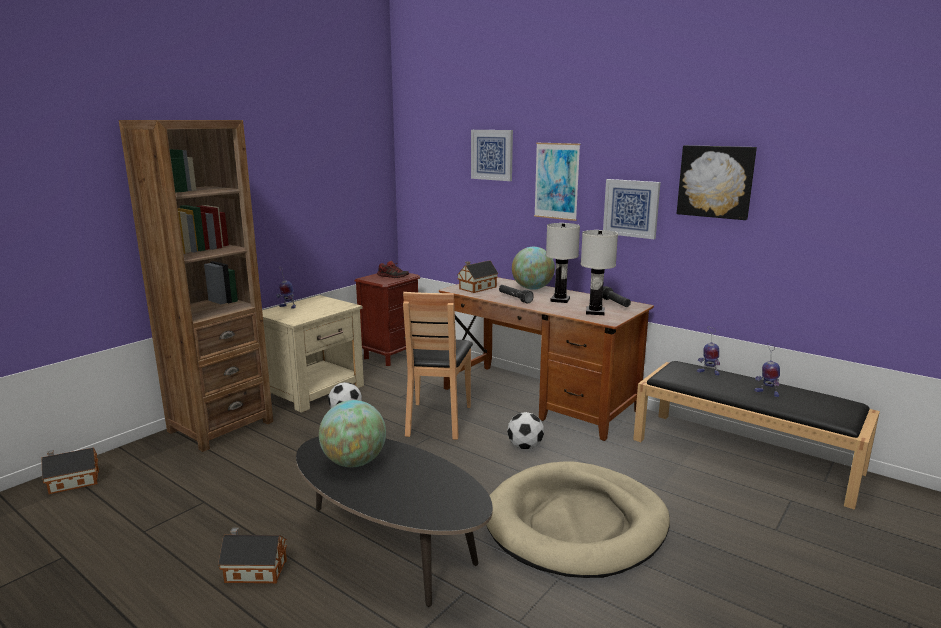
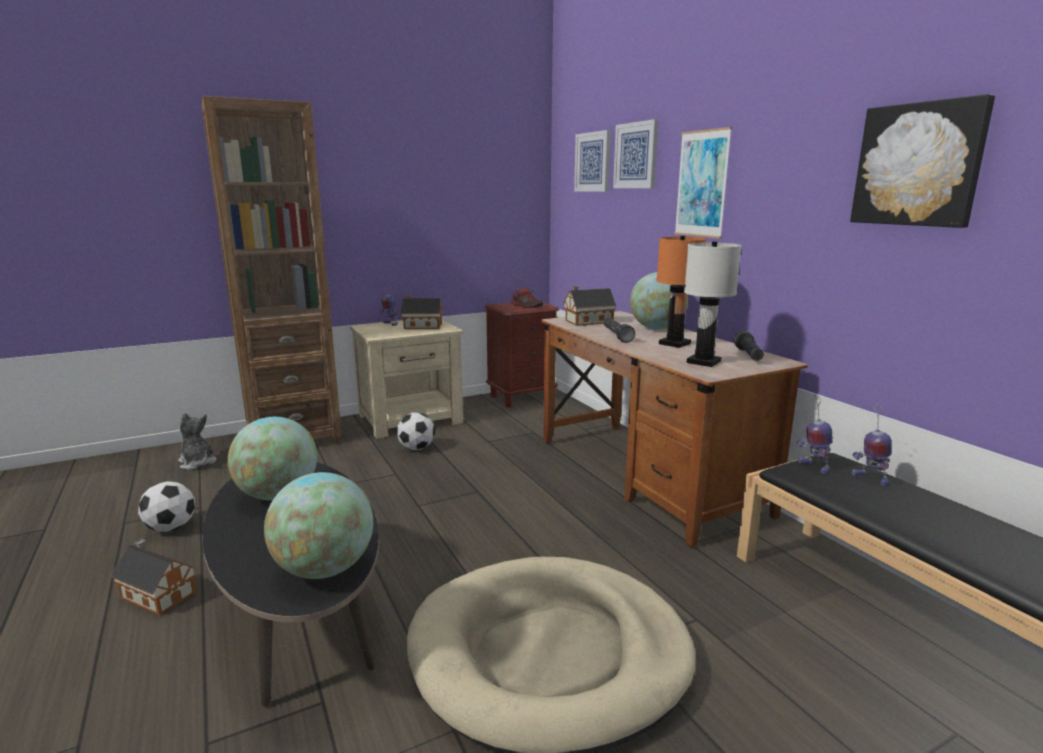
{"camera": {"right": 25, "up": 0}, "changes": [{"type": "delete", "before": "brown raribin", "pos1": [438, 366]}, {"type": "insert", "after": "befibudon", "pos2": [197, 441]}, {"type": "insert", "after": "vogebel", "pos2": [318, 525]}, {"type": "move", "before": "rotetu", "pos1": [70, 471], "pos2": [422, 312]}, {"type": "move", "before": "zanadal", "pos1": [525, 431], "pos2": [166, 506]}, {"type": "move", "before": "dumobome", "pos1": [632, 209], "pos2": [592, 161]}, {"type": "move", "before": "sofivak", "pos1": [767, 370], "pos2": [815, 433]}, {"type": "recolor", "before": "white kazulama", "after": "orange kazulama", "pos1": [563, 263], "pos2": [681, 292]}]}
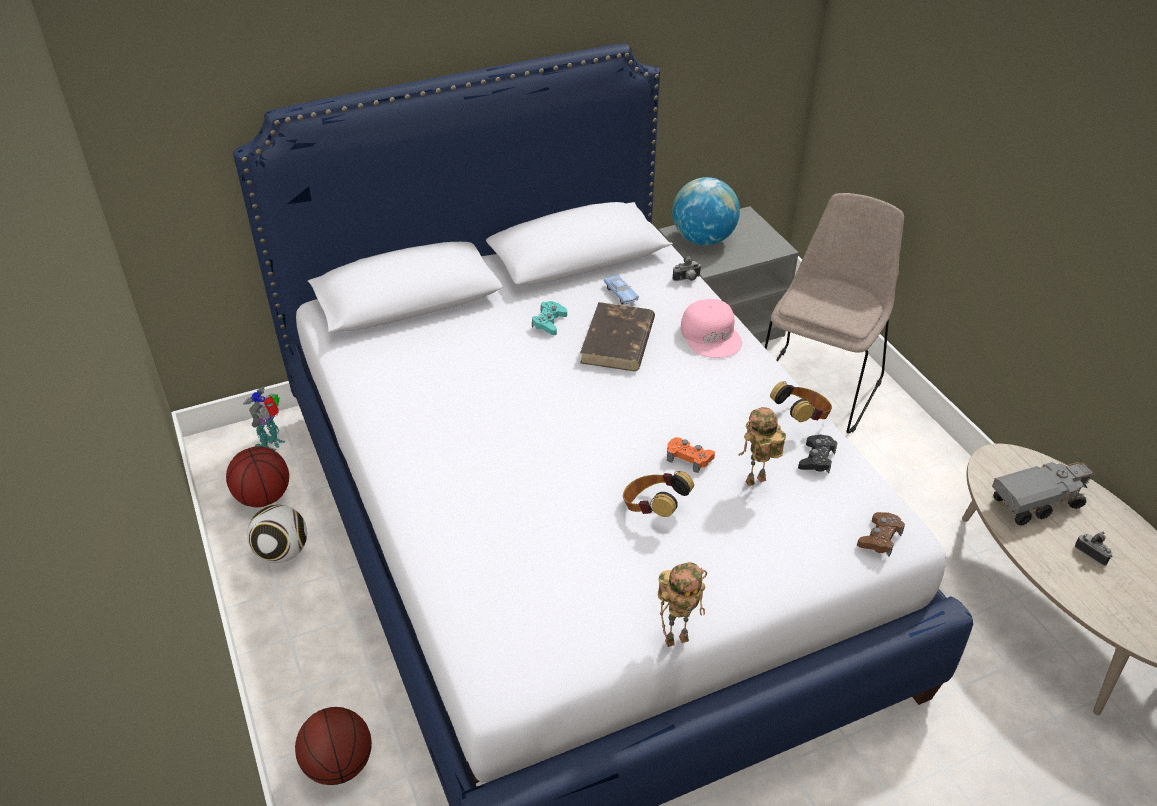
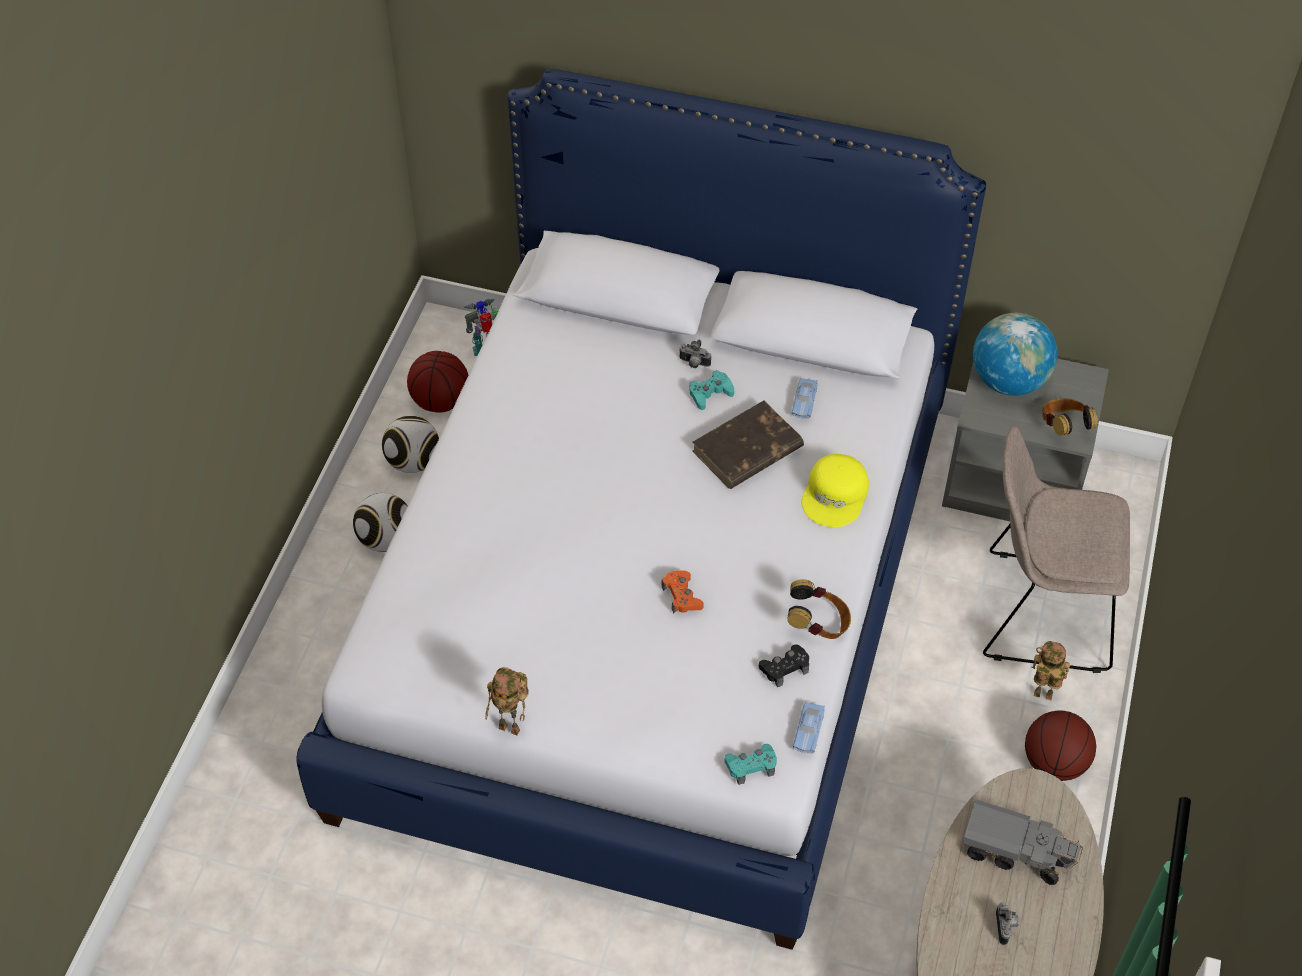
{"camera": {"right": 40, "up": 10}, "changes": [{"type": "insert", "after": "zanadal", "pos2": [380, 522]}, {"type": "insert", "after": "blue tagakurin", "pos2": [809, 727]}, {"type": "move", "before": "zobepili", "pos1": [333, 746], "pos2": [1060, 745]}, {"type": "move", "before": "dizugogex", "pos1": [658, 494], "pos2": [1070, 416]}, {"type": "move", "before": "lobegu", "pos1": [686, 268], "pos2": [695, 354]}, {"type": "move", "before": "sofivak", "pos1": [762, 446], "pos2": [1050, 670]}, {"type": "recolor", "before": "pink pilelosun", "after": "yellow pilelosun", "pos1": [711, 328], "pos2": [835, 490]}, {"type": "recolor", "before": "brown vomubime", "after": "turquoise vomubime", "pos1": [881, 534], "pos2": [751, 764]}, {"type": "rotate", "before": "beige raribin", "pos1": [834, 313], "pos2": [1056, 549], "turn": -150}]}
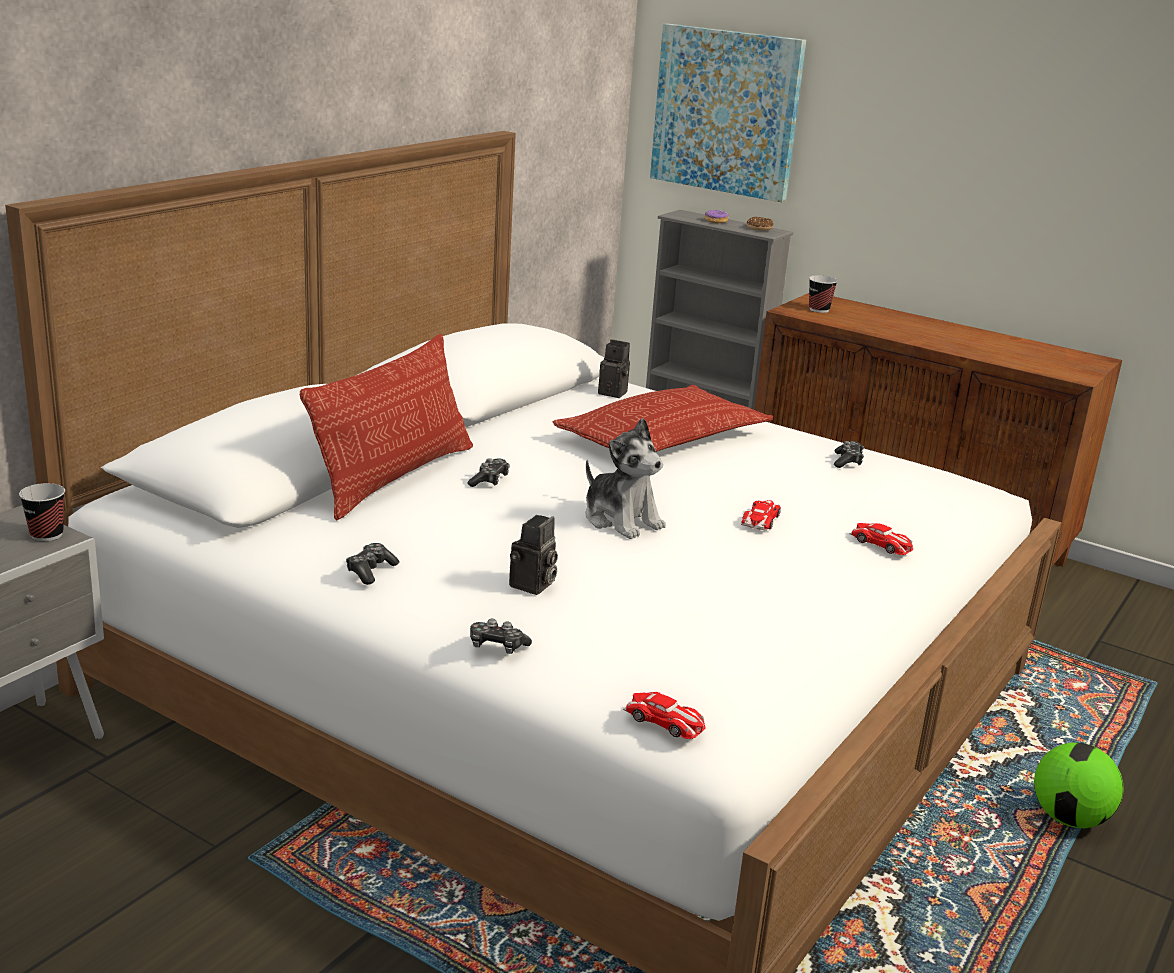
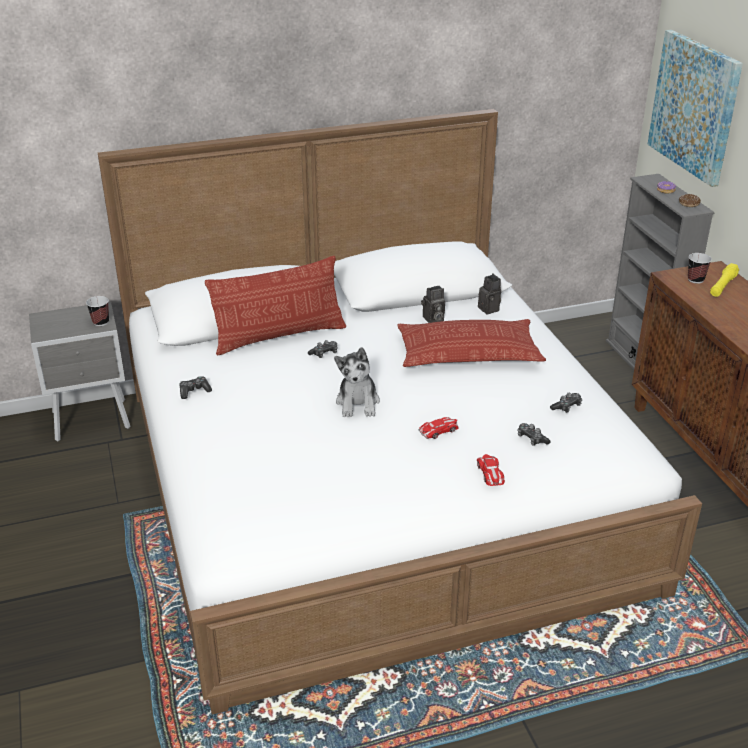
{"camera": {"right": 40, "up": 10}, "changes": [{"type": "delete", "before": "tagakurin", "pos1": [664, 715]}, {"type": "delete", "before": "zanadal", "pos1": [1079, 785]}, {"type": "insert", "after": "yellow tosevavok", "pos2": [724, 280]}, {"type": "move", "before": "vomubime", "pos1": [501, 636], "pos2": [534, 434]}, {"type": "move", "before": "lobegu", "pos1": [533, 555], "pos2": [433, 304]}]}
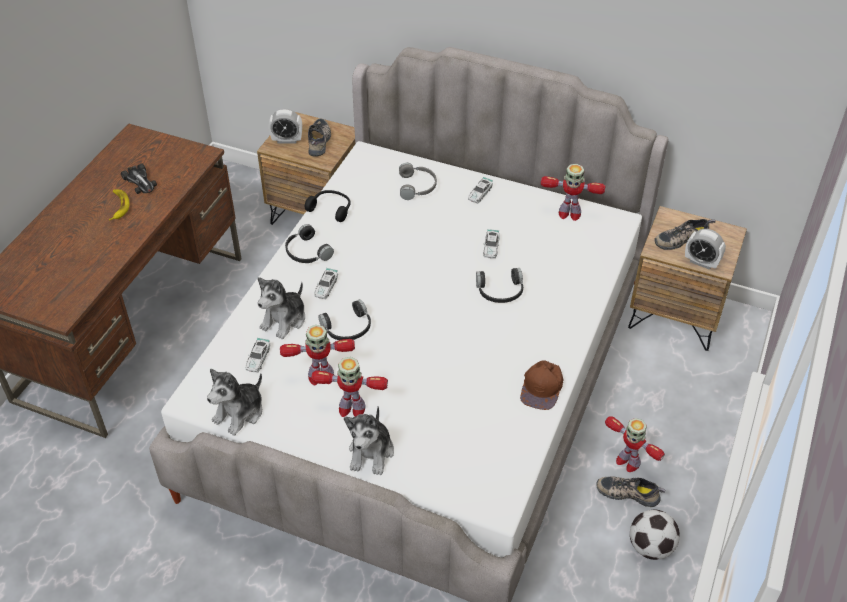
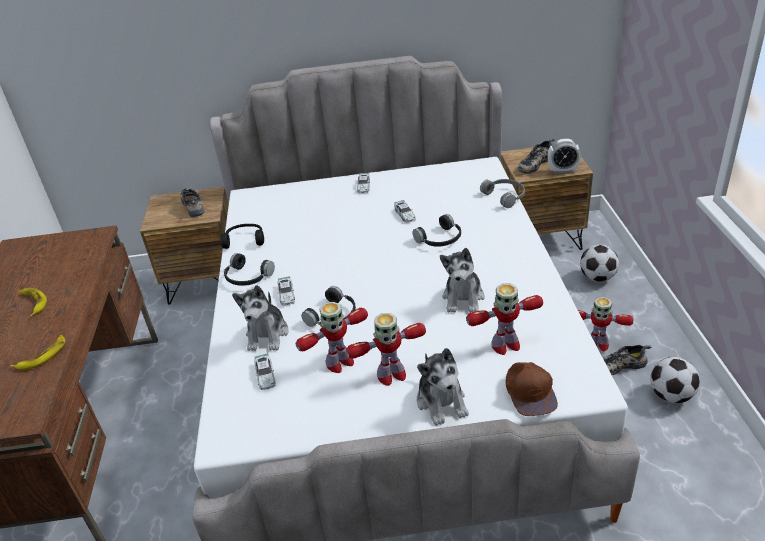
{"camera": {"right": -25, "up": -10}, "changes": [{"type": "delete", "before": "tagakurin", "pos1": [139, 178]}, {"type": "delete", "before": "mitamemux", "pos1": [285, 126]}, {"type": "insert", "after": "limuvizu", "pos2": [37, 352]}, {"type": "insert", "after": "zanadal", "pos2": [599, 263]}, {"type": "move", "before": "befibudon", "pos1": [234, 402], "pos2": [462, 280]}, {"type": "move", "before": "grey dizugogex", "pos1": [418, 181], "pos2": [502, 193]}, {"type": "move", "before": "brown pilelosun", "pos1": [541, 385], "pos2": [532, 389]}, {"type": "move", "before": "sofivak", "pos1": [573, 192], "pos2": [504, 319]}]}
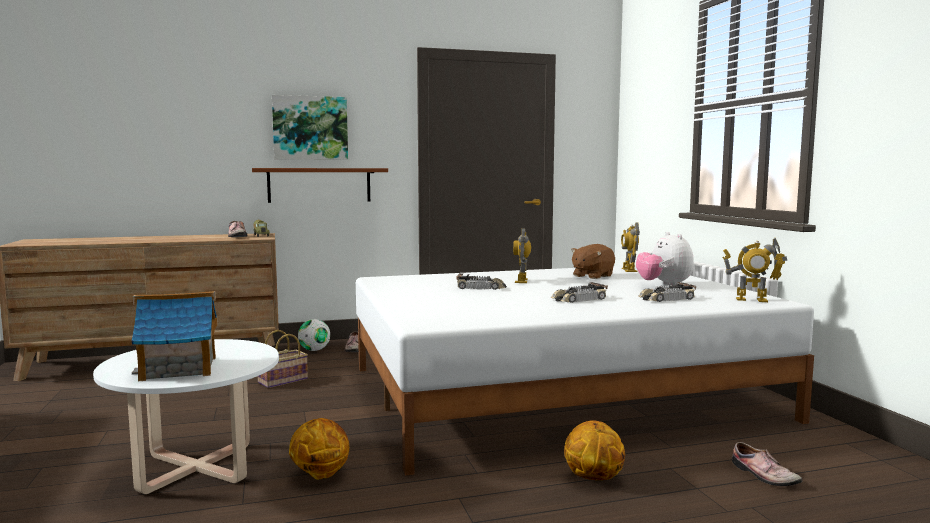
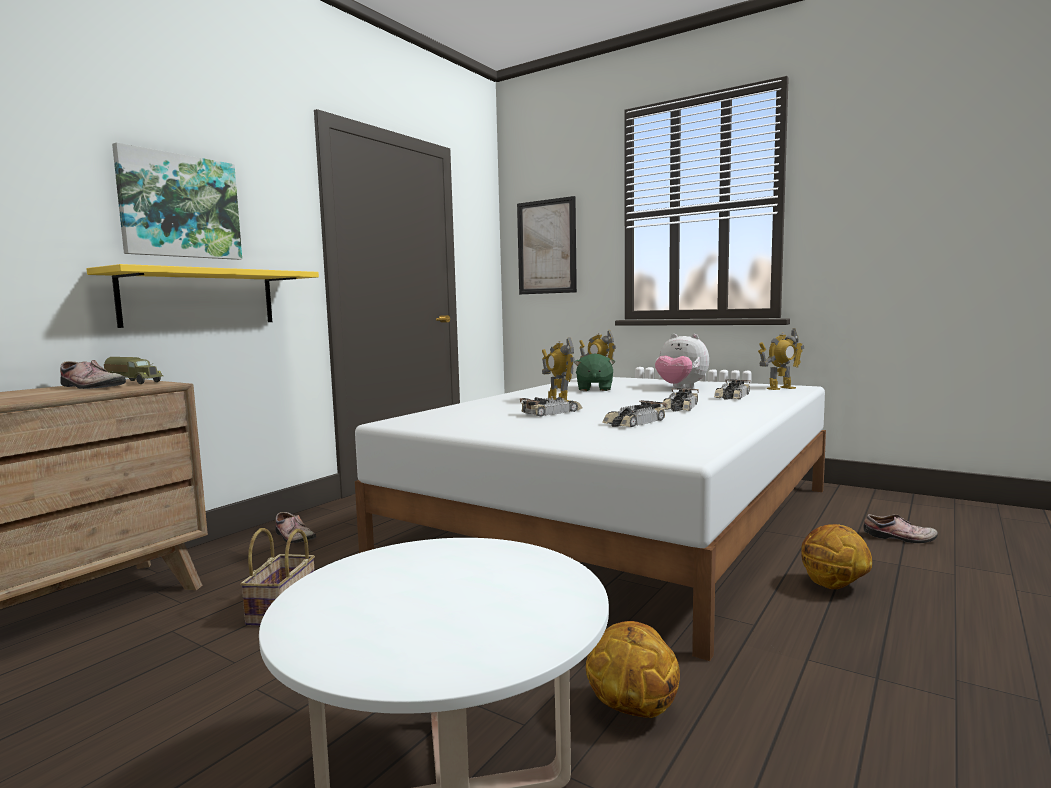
{"camera": {"right": -40, "up": 0}, "changes": [{"type": "delete", "before": "rotetu", "pos1": [175, 336]}, {"type": "delete", "before": "zanadal", "pos1": [314, 335]}, {"type": "insert", "after": "dumobome", "pos2": [547, 245]}, {"type": "insert", "after": "tagakurin", "pos2": [634, 413]}, {"type": "recolor", "before": "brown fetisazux", "after": "yellow fetisazux", "pos1": [320, 185], "pos2": [203, 296]}, {"type": "recolor", "before": "brown befibudon", "after": "green befibudon", "pos1": [593, 261], "pos2": [594, 372]}]}
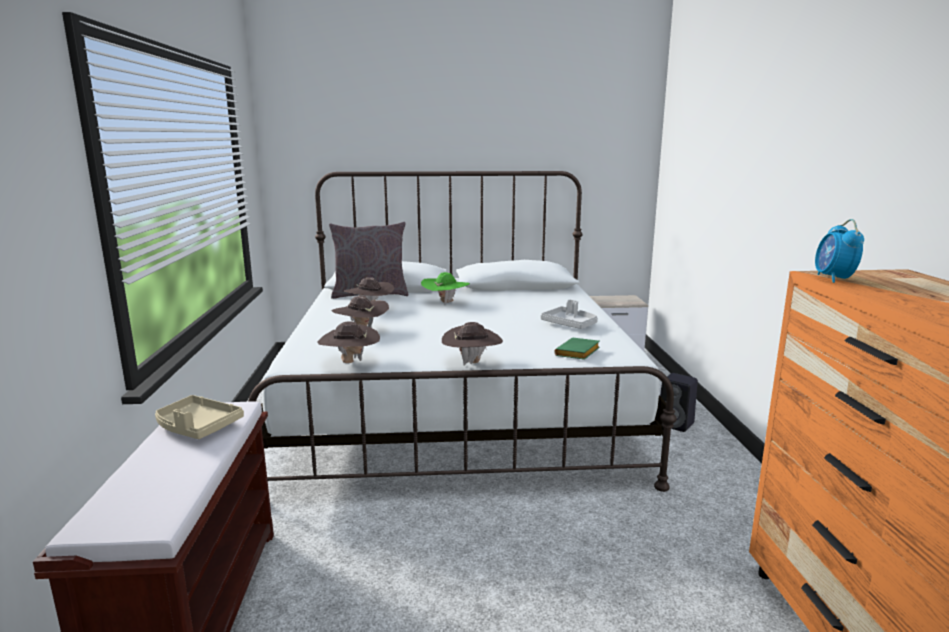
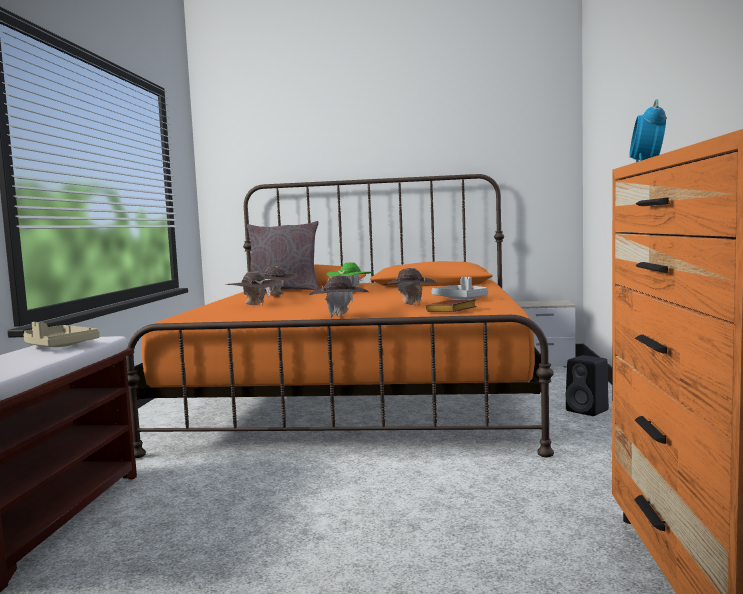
{"camera": {"right": 10, "up": -10}, "changes": [{"type": "move", "before": "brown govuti", "pos1": [348, 342], "pos2": [410, 286]}, {"type": "recolor", "before": "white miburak", "after": "orange miburak", "pos1": [462, 331], "pos2": [340, 316]}, {"type": "recolor", "before": "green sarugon", "after": "brown sarugon", "pos1": [577, 349], "pos2": [451, 305]}]}
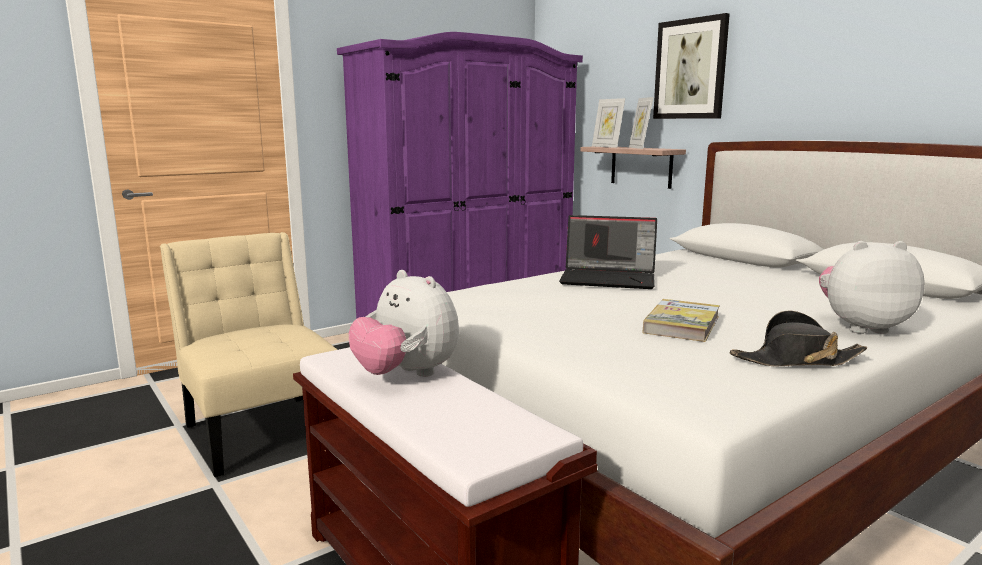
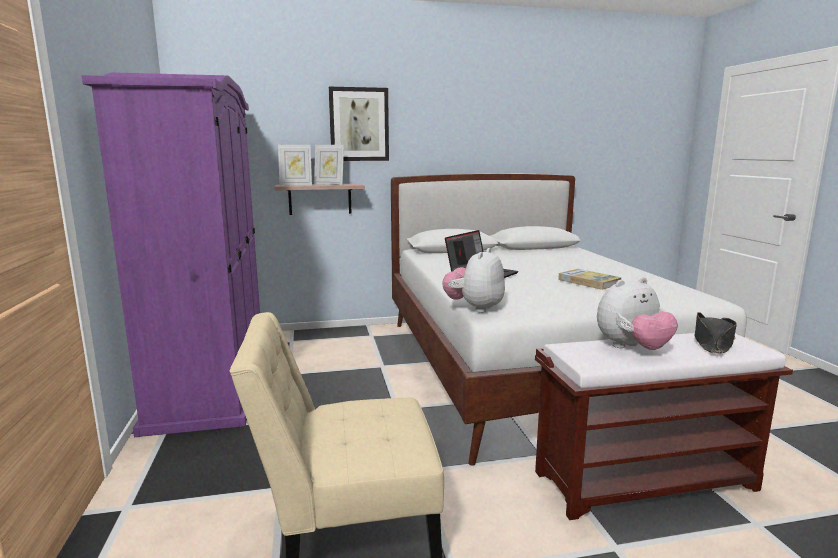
{"camera": {"right": -65, "up": 0}, "changes": [{"type": "move", "before": "black govuti", "pos1": [799, 339], "pos2": [716, 332]}, {"type": "move", "before": "befibudon", "pos1": [872, 287], "pos2": [473, 280]}]}
